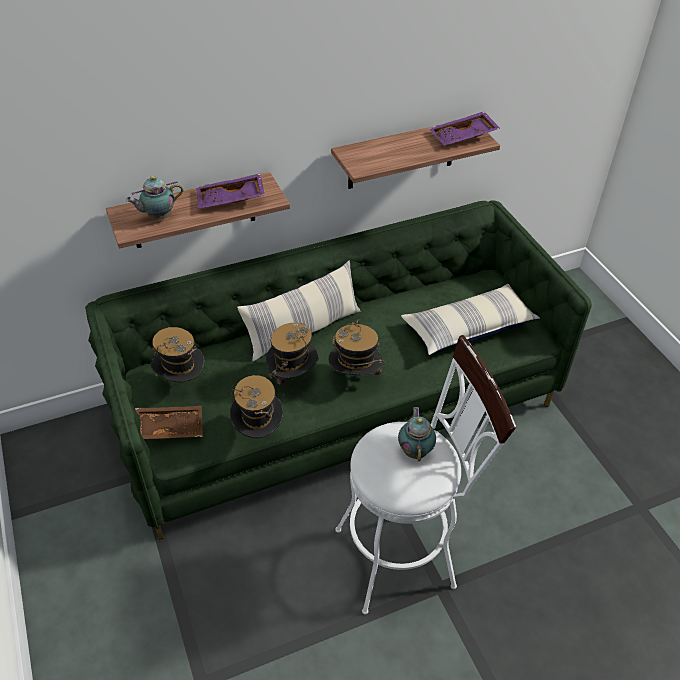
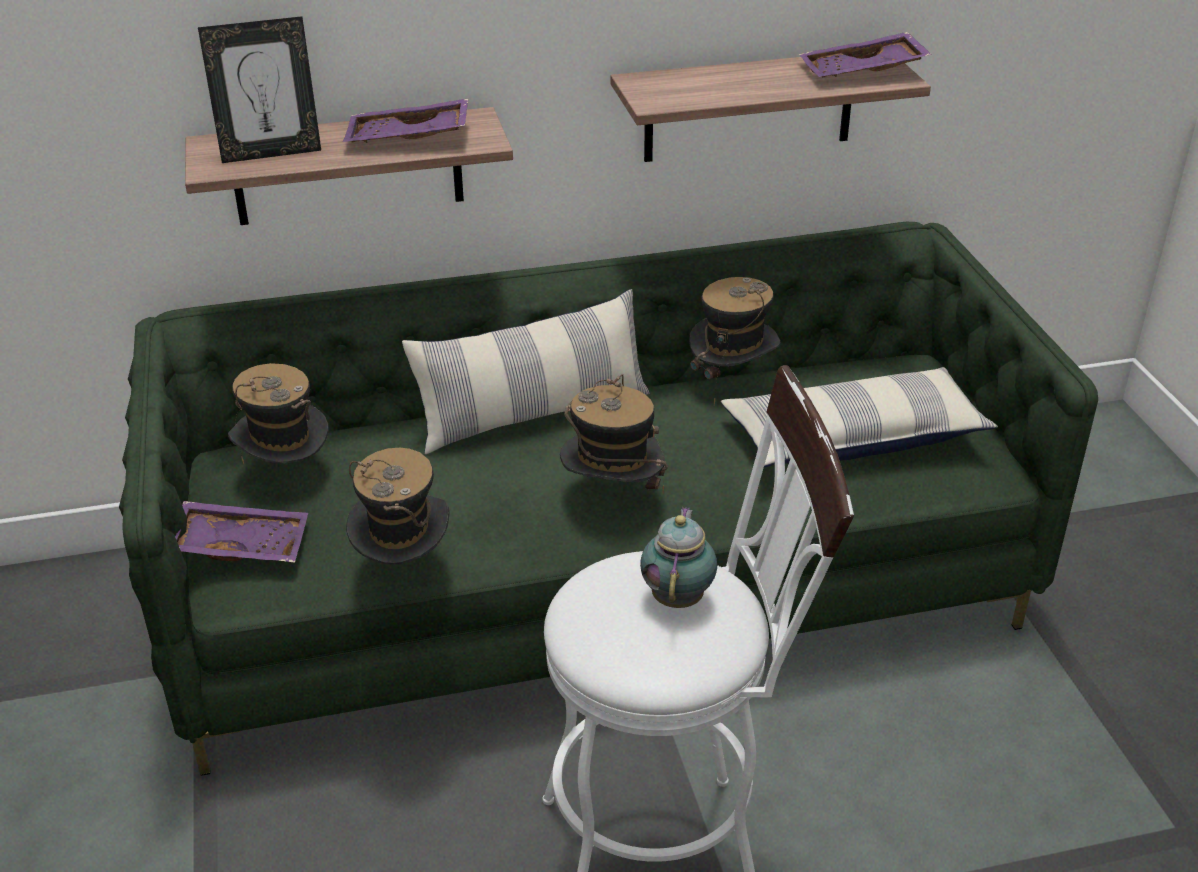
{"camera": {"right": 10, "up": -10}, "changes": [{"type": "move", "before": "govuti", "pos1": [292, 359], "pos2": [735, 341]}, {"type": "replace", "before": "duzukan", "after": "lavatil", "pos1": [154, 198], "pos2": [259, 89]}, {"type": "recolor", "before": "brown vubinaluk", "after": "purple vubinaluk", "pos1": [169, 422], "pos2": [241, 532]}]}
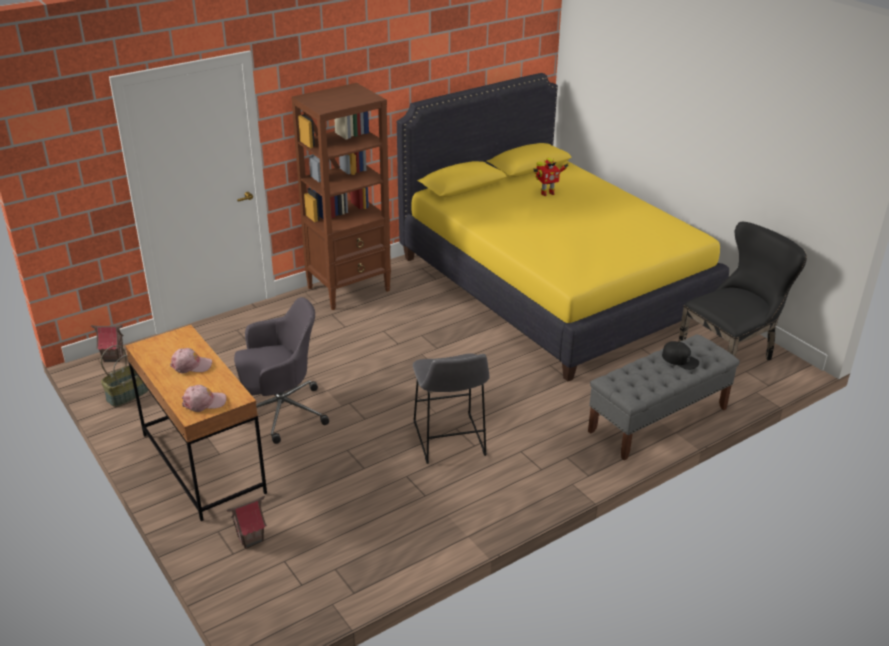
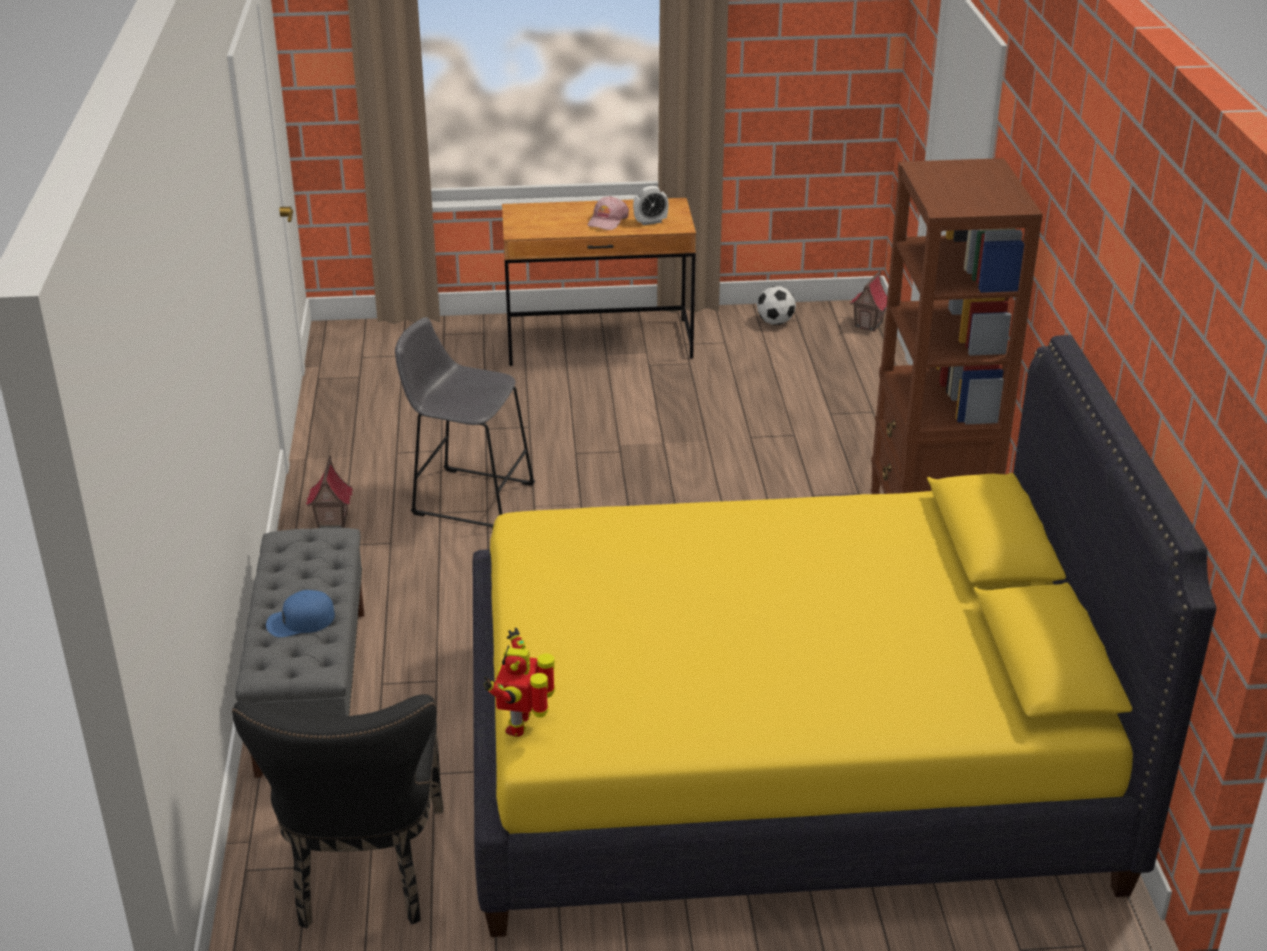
{"camera": {"right": 120, "up": 0}, "changes": [{"type": "delete", "before": "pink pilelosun", "pos1": [204, 398]}, {"type": "delete", "before": "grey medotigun", "pos1": [281, 370]}, {"type": "insert", "after": "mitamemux", "pos2": [651, 205]}, {"type": "move", "before": "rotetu", "pos1": [247, 522], "pos2": [329, 492]}, {"type": "move", "before": "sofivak", "pos1": [551, 177], "pos2": [519, 682]}, {"type": "replace", "before": "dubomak", "after": "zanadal", "pos1": [125, 376], "pos2": [776, 305]}, {"type": "recolor", "before": "black pilelosun", "after": "blue pilelosun", "pos1": [680, 355], "pos2": [300, 613]}]}
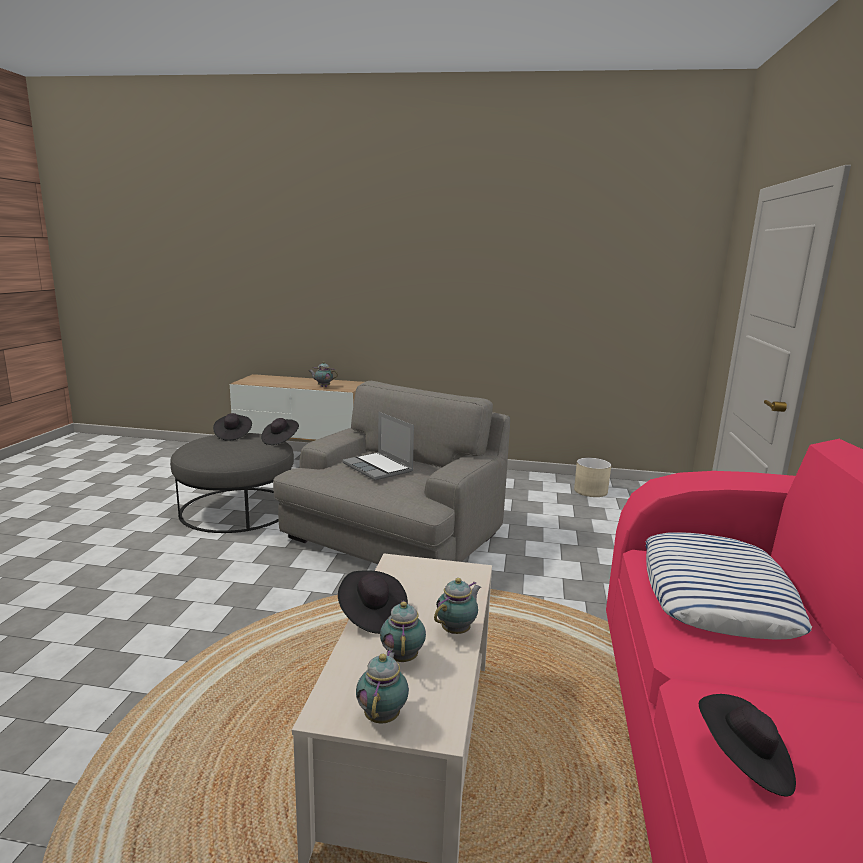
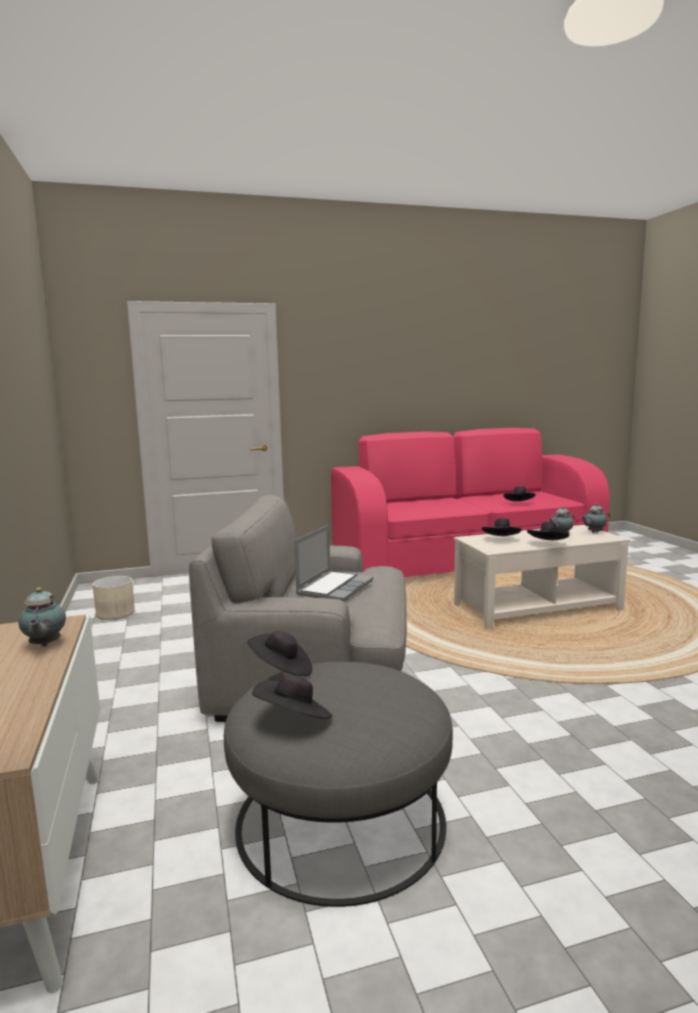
{"camera": {"right": -115, "up": -5}, "changes": [{"type": "delete", "before": "duzukan", "pos1": [457, 606]}, {"type": "delete", "before": "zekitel", "pos1": [729, 586]}, {"type": "insert", "after": "black govuti", "pos2": [502, 527]}]}
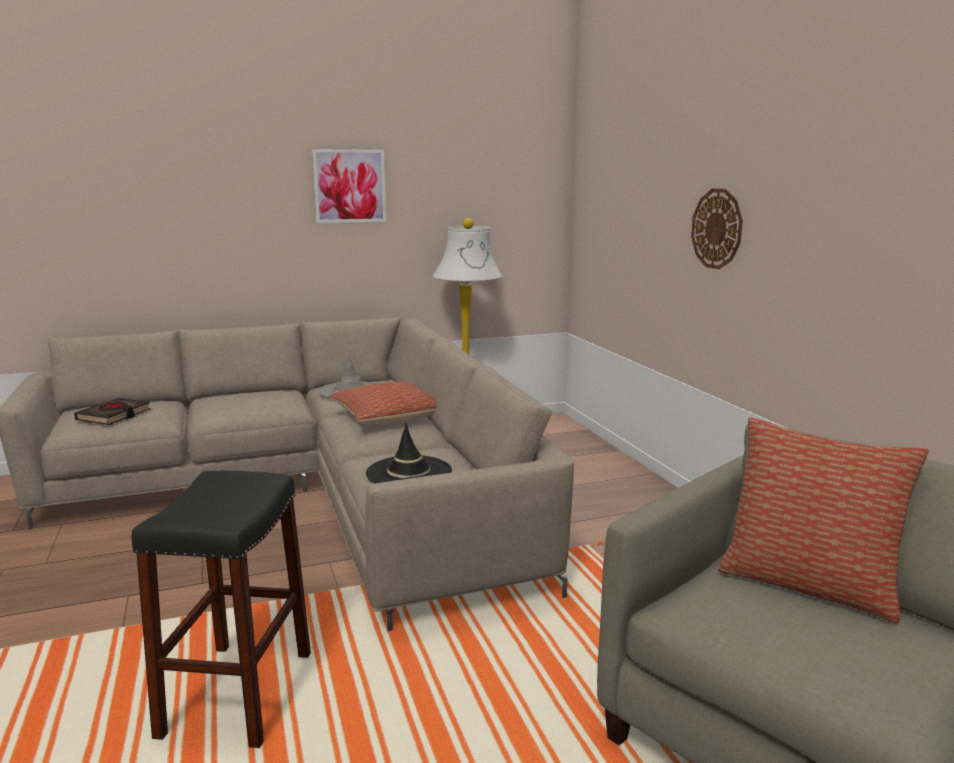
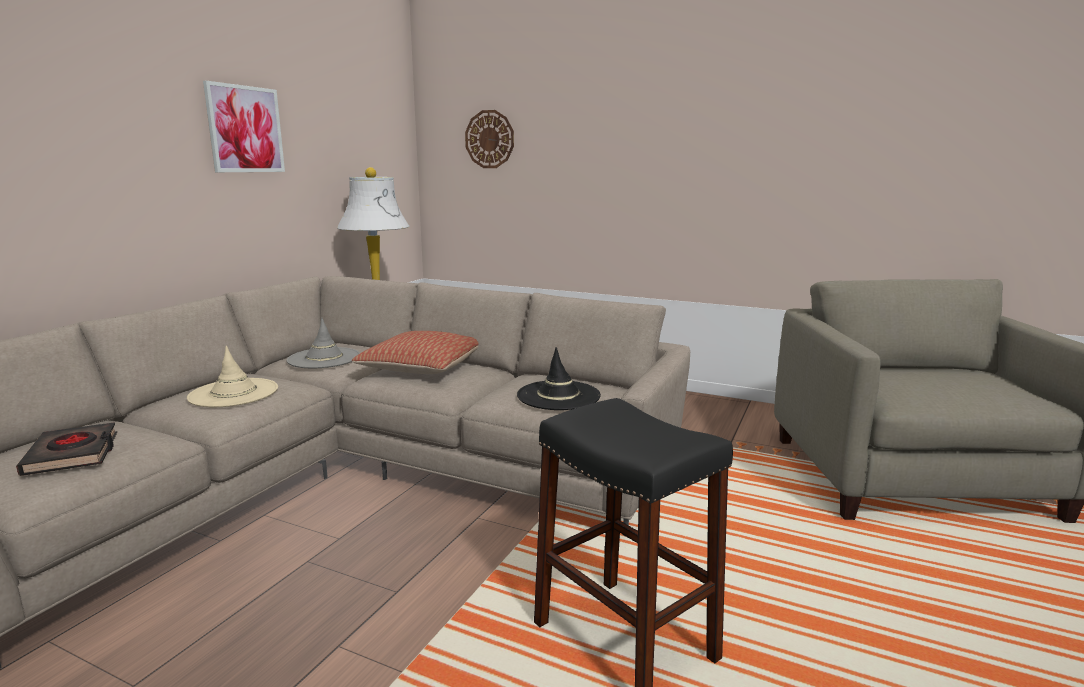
{"camera": {"right": -45, "up": 0}, "changes": [{"type": "delete", "before": "zekitel", "pos1": [823, 520]}, {"type": "insert", "after": "beige govuti", "pos2": [232, 376]}, {"type": "move", "before": "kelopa", "pos1": [717, 229], "pos2": [489, 139]}]}
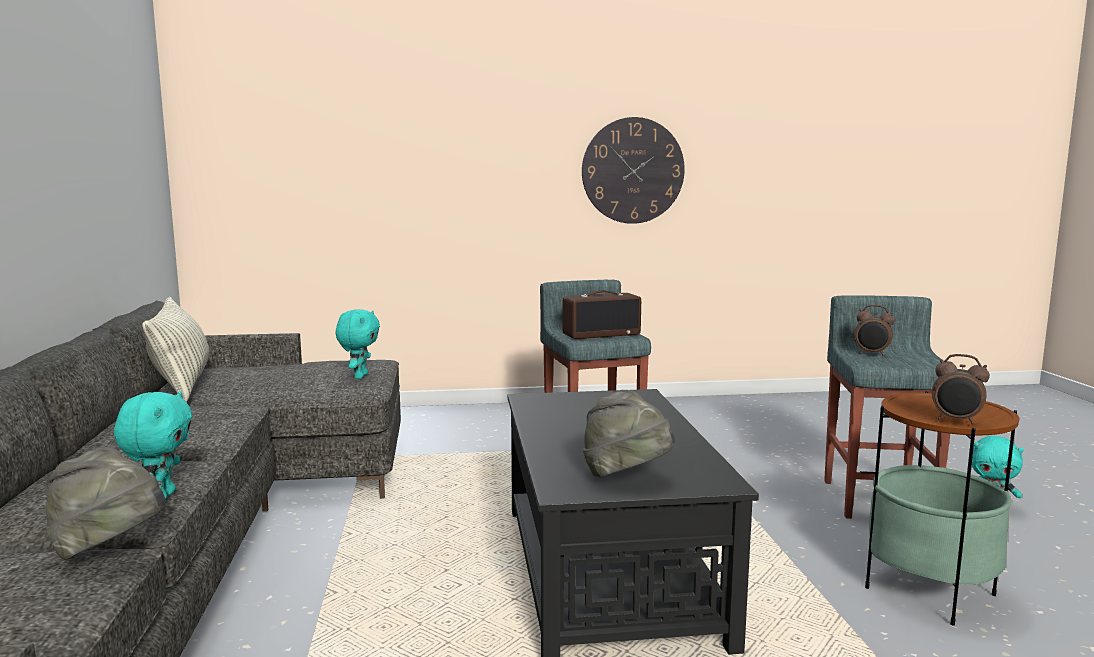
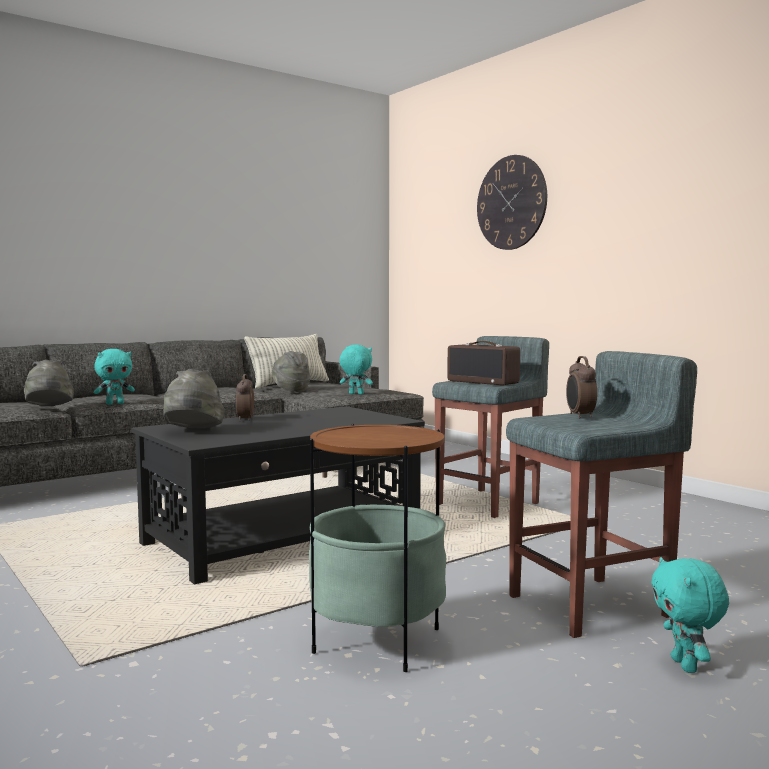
{"camera": {"right": 60, "up": -5}, "changes": [{"type": "insert", "after": "grey govuti", "pos2": [291, 371]}, {"type": "move", "before": "kelopa", "pos1": [633, 170], "pos2": [512, 202]}, {"type": "move", "before": "mitamemux", "pos1": [961, 389], "pos2": [244, 397]}, {"type": "rotate", "before": "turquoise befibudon", "pos1": [358, 344], "pos2": [356, 369], "turn": -135}]}
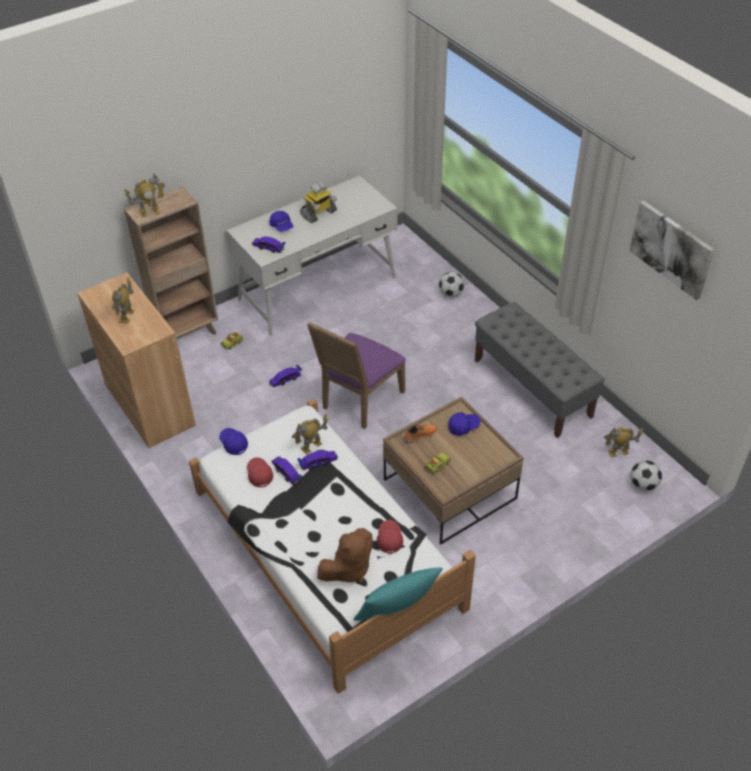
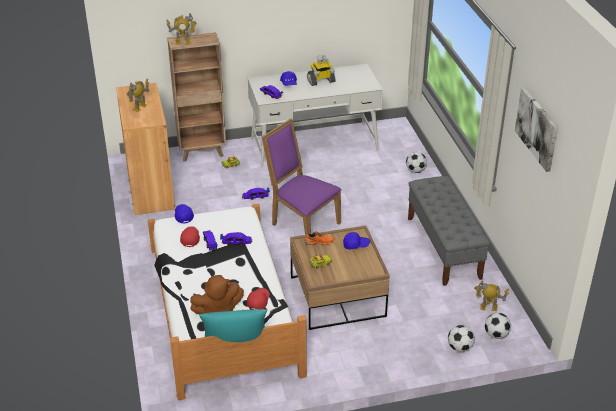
{"camera": {"right": 20, "up": -10}, "changes": [{"type": "delete", "before": "sofivak", "pos1": [310, 434]}, {"type": "insert", "after": "zanadal", "pos2": [461, 338]}, {"type": "rotate", "before": "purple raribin", "pos1": [356, 375], "pos2": [301, 176], "turn": 75}]}
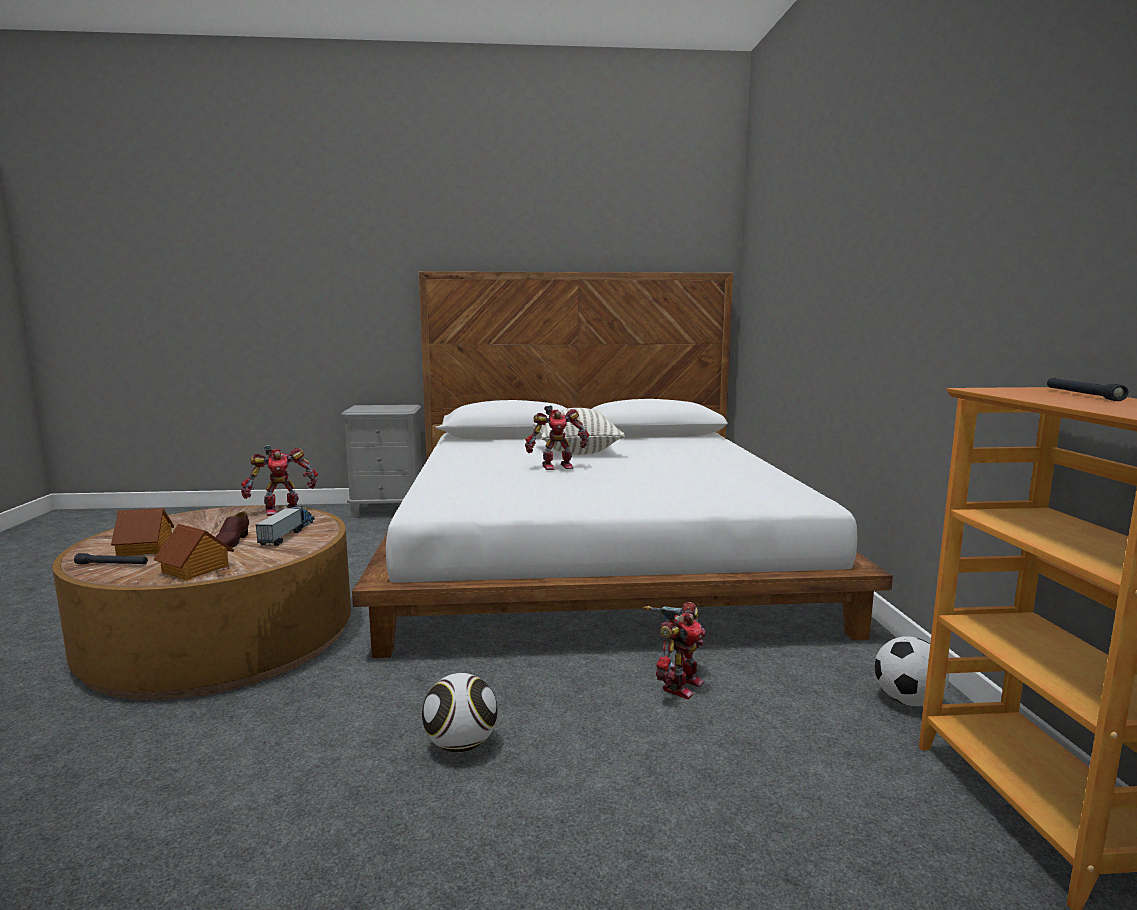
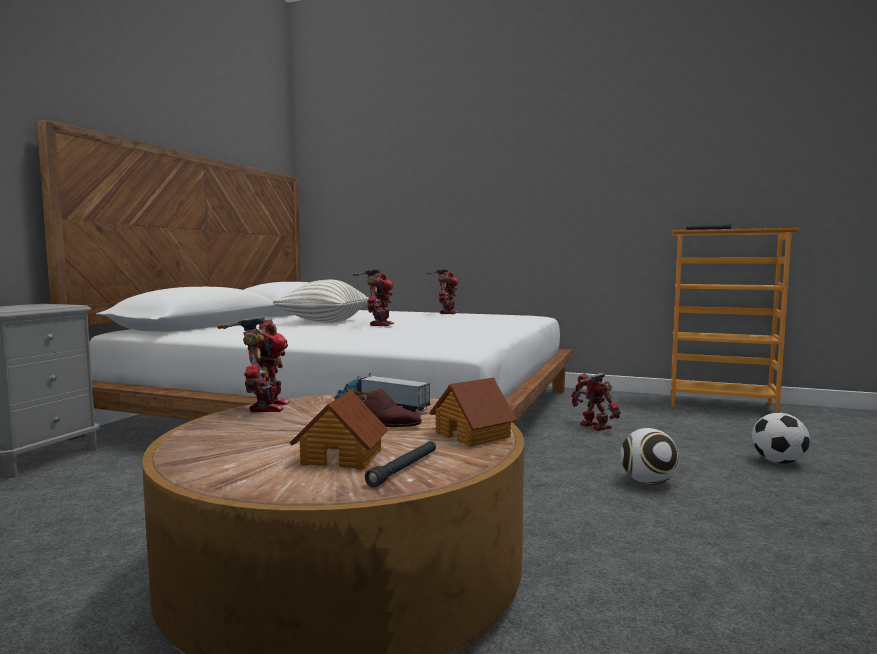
{"camera": {"right": -65, "up": -5}, "changes": [{"type": "insert", "after": "sofivak", "pos2": [443, 291]}, {"type": "move", "before": "zanadal", "pos1": [911, 671], "pos2": [781, 438]}]}
